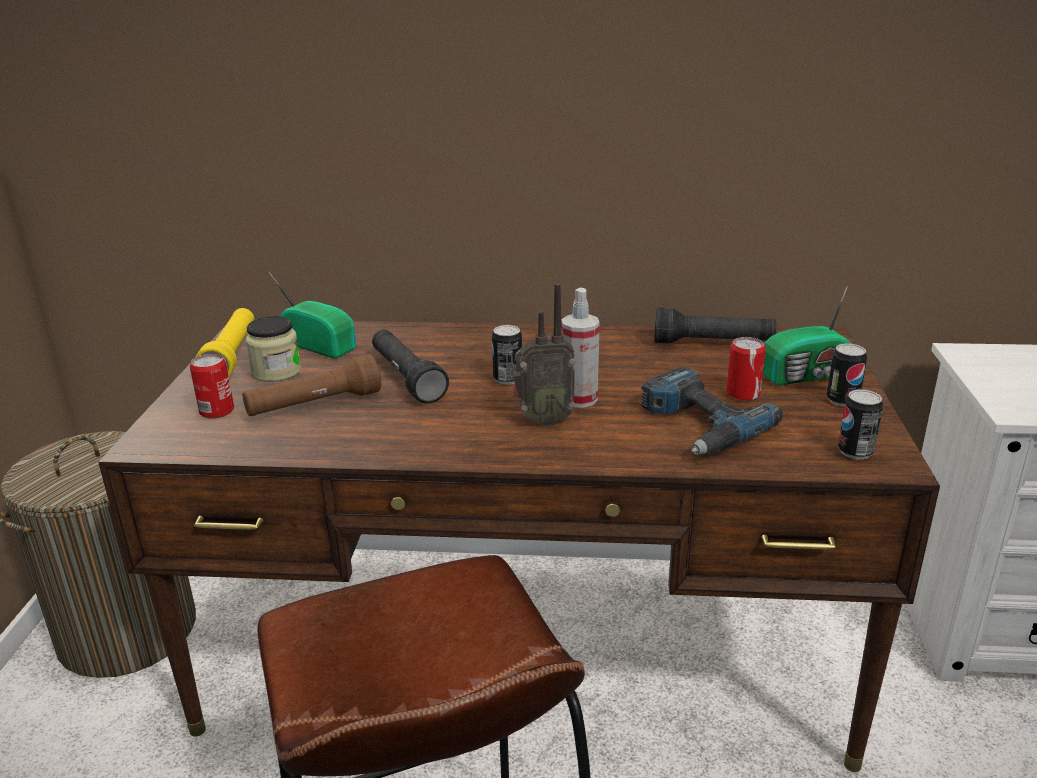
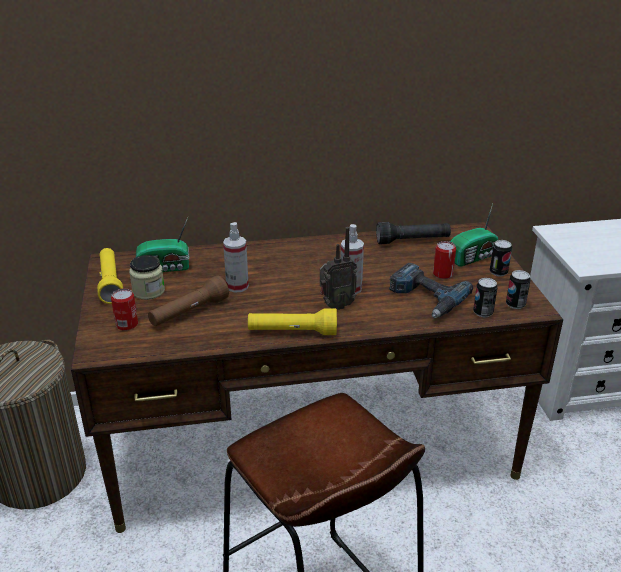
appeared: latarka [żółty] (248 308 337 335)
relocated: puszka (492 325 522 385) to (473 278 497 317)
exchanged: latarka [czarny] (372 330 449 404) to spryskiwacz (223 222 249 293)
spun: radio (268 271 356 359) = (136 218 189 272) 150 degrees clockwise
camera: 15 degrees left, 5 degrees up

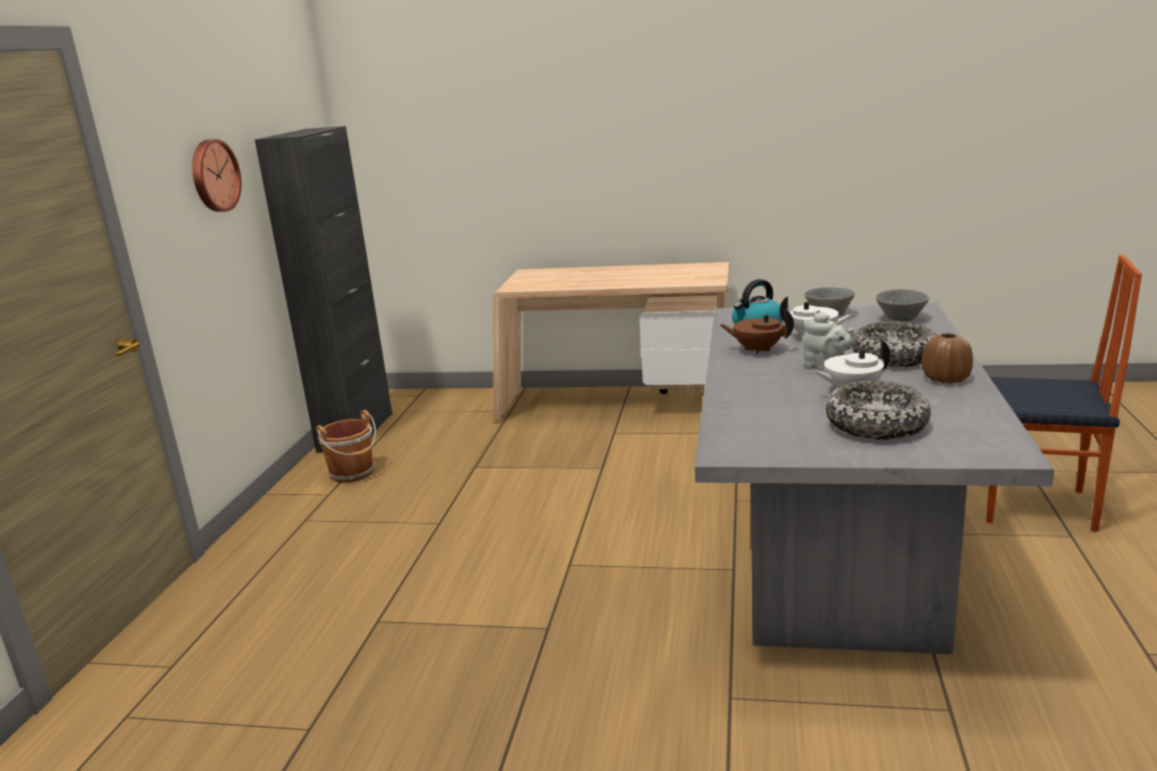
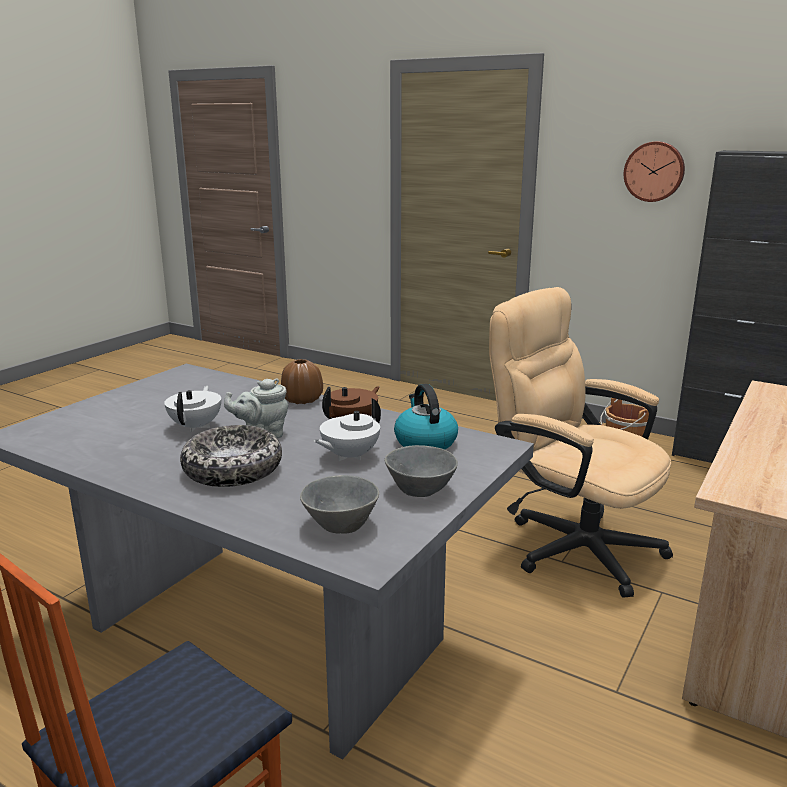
missing: miska (826 381 931 440)
appeared: krzesło biurowe [beżowy] (489 287 673 597)
relocated: wazon [brązowy] (921 333 973 384) to (281 359 323 404)
camera: 110 degrees right, 0 degrees up

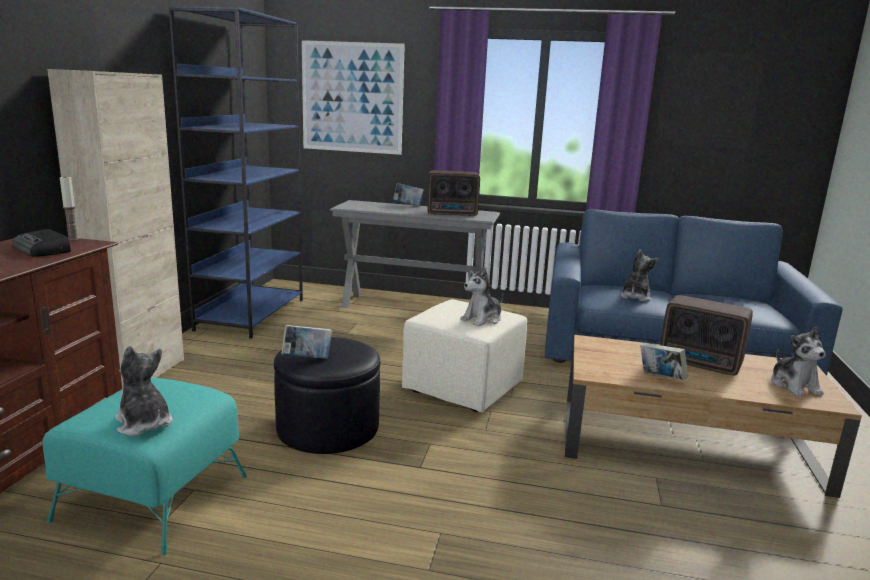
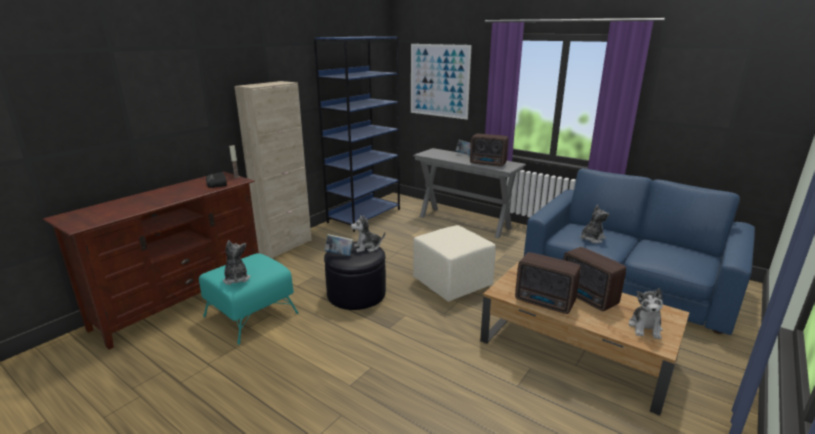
relocated: pluszak (460 267 503 326) to (351 215 385 252)
exchanged: książka (640 343 688 380) to radio (515 252 581 314)
camera: 25 degrees right, 5 degrees up

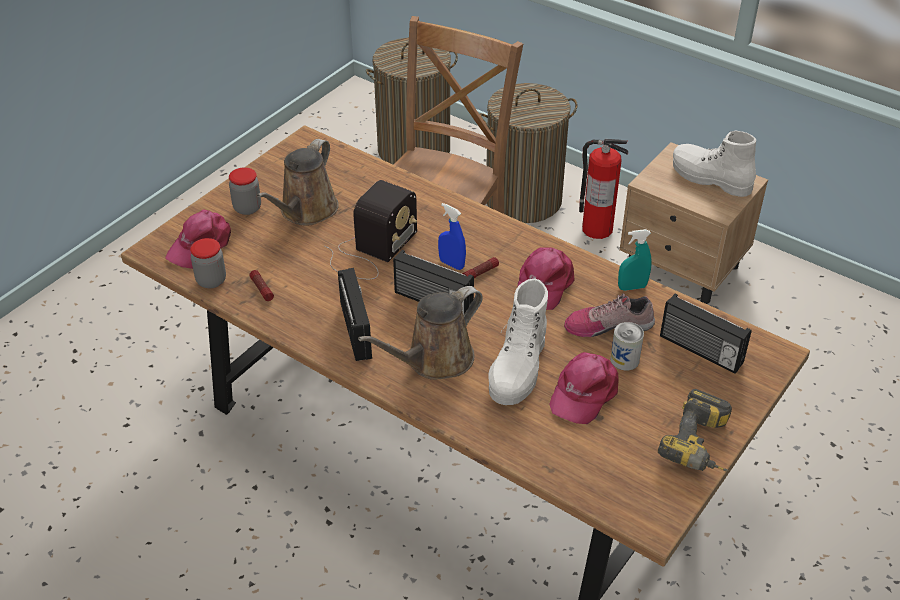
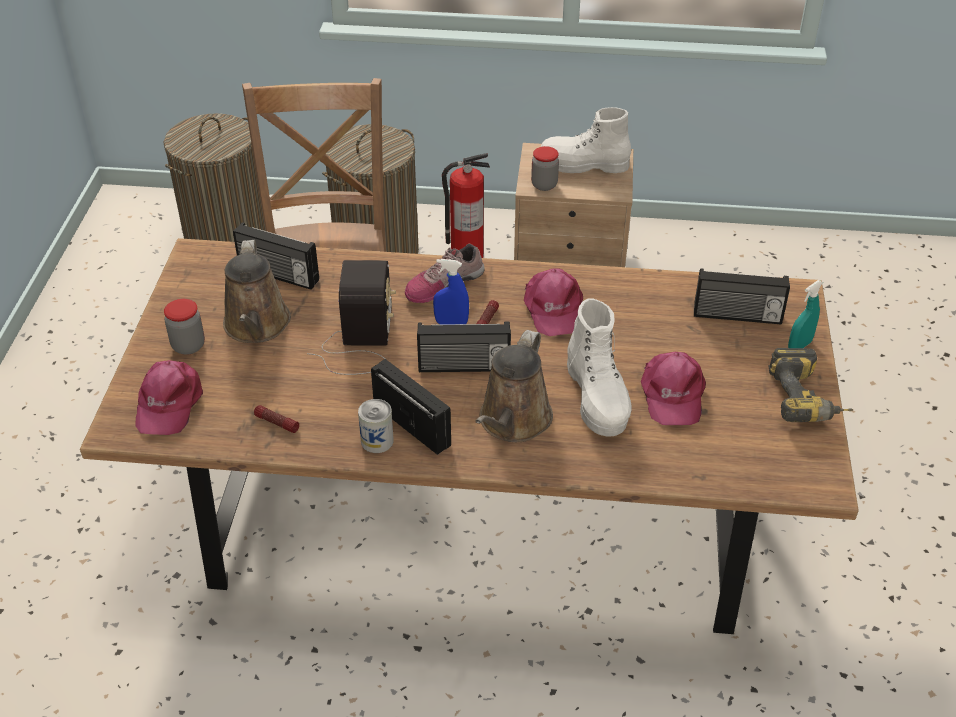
appeared: radio (233 222 319 290)
relocated: słoik (190 238 226 288) to (531 146 559 191); but (564 294 655 337) to (405 244 485 303); puszka (610 322 644 371) to (358 399 394 453); spryskiwacz [turkusowy] (618 229 652 291) to (788 280 823 348)
camera: 30 degrees left, 0 degrees up

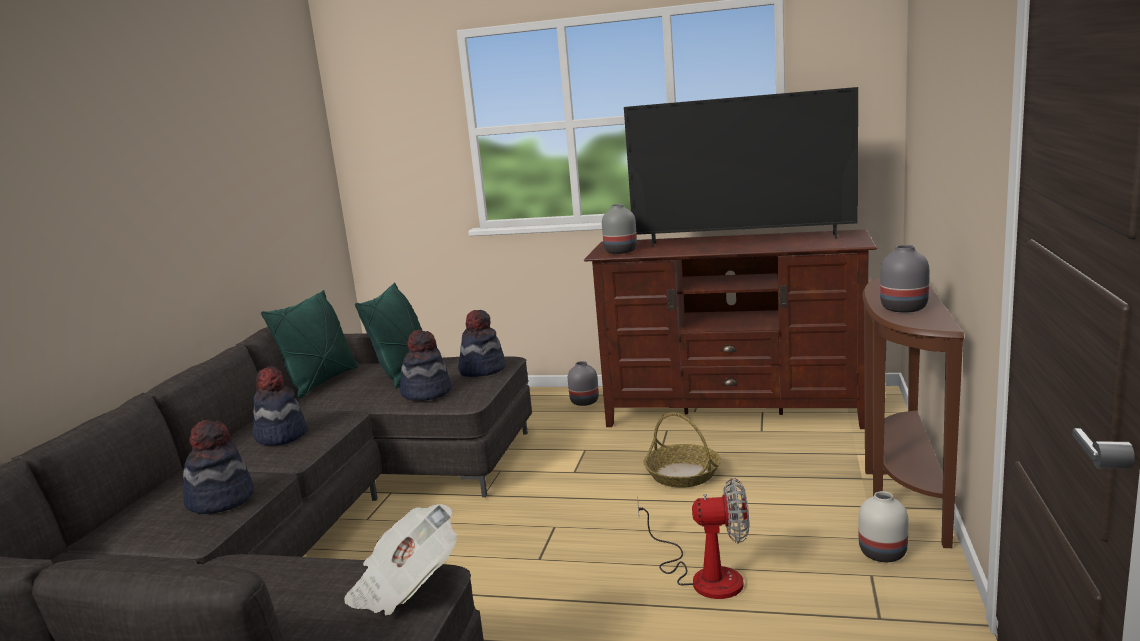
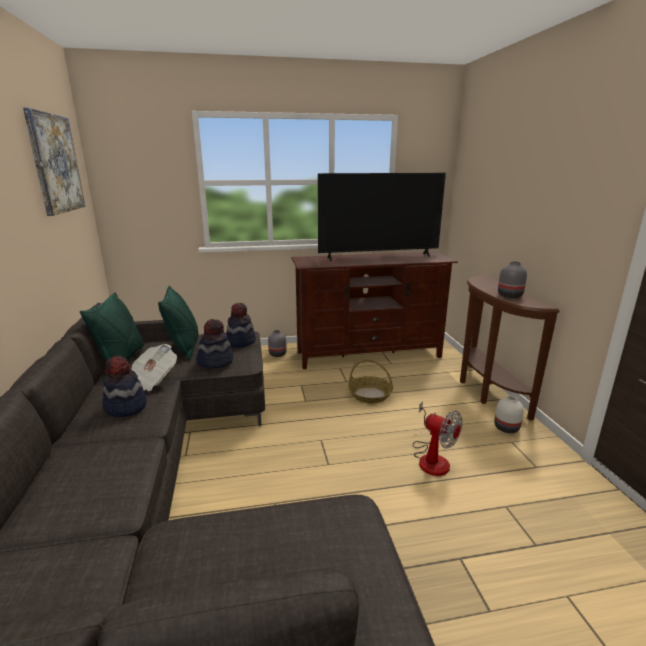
missing: kapelusz (183 420 254 514); wazon [szary] (602 204 637 254)
appeared: obraz (23 108 85 216)
relocated: gazeta (344 504 457 615) to (131 344 177 391)
spun: wentylator (637 478 749 599) = (413 401 463 476) 60 degrees clockwise
camera: 25 degrees left, 5 degrees up

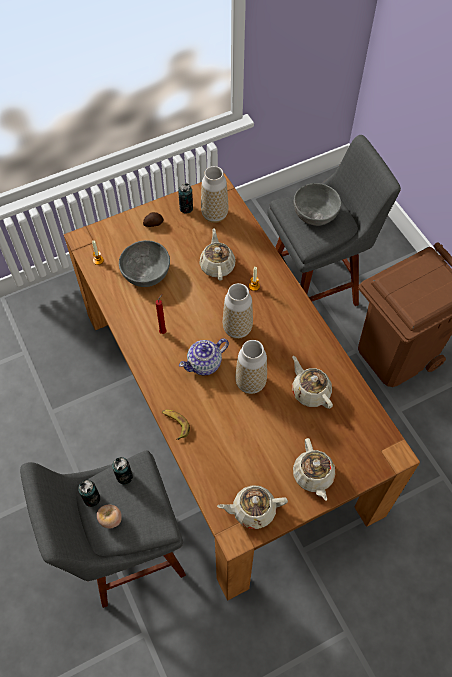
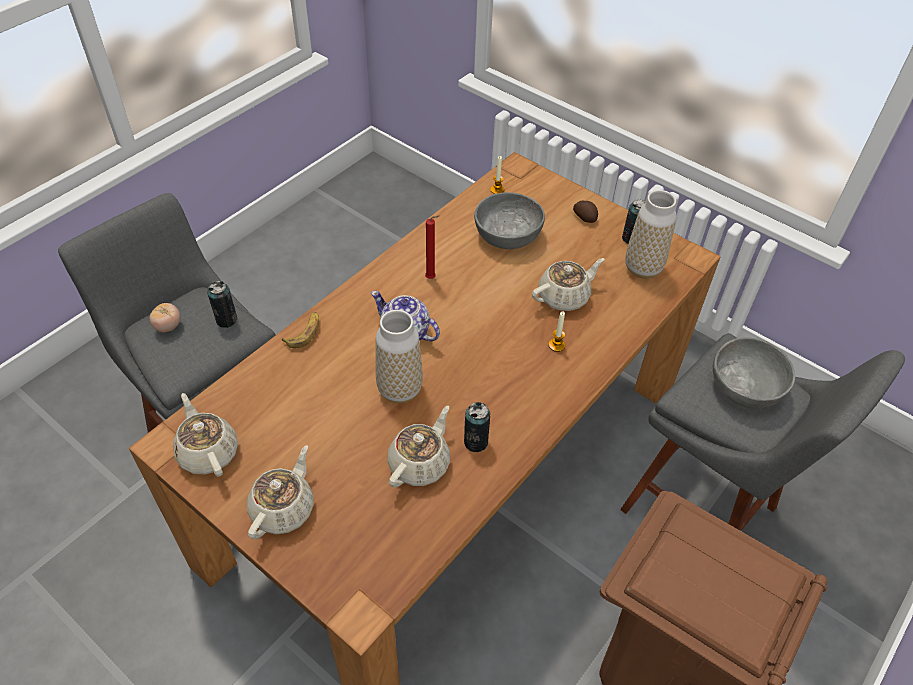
missing: wazon (223 283 253 339)
relocated: puszka (78 480 100 507) to (464 402 491 452)
spun: imbryk [beżowy] (293 438 336 501) = (247 445 314 539) 150 degrees clockwise
camera: 65 degrees right, 10 degrees down

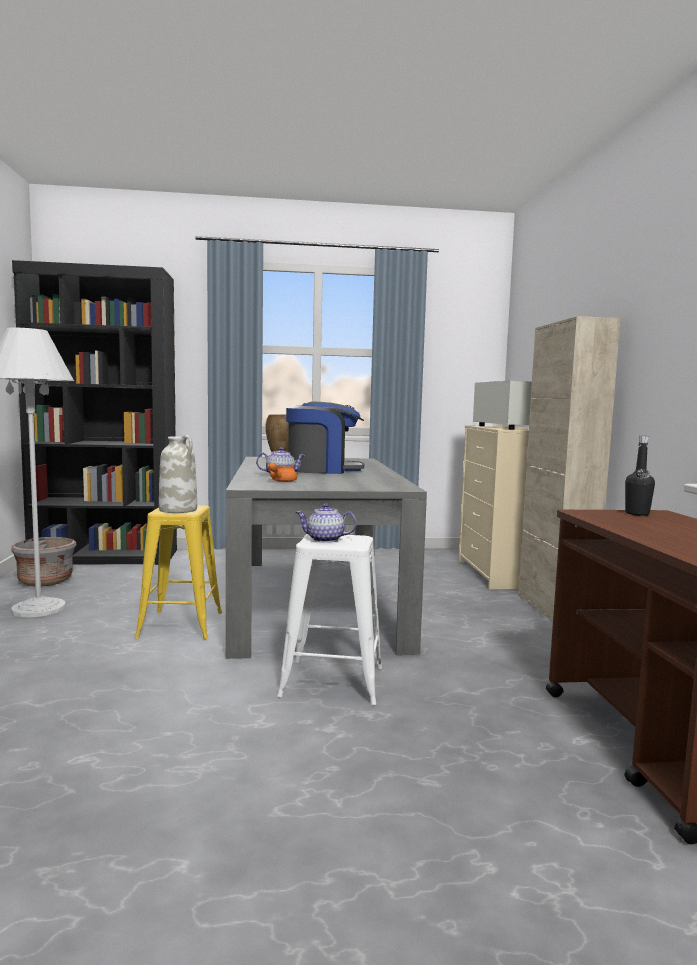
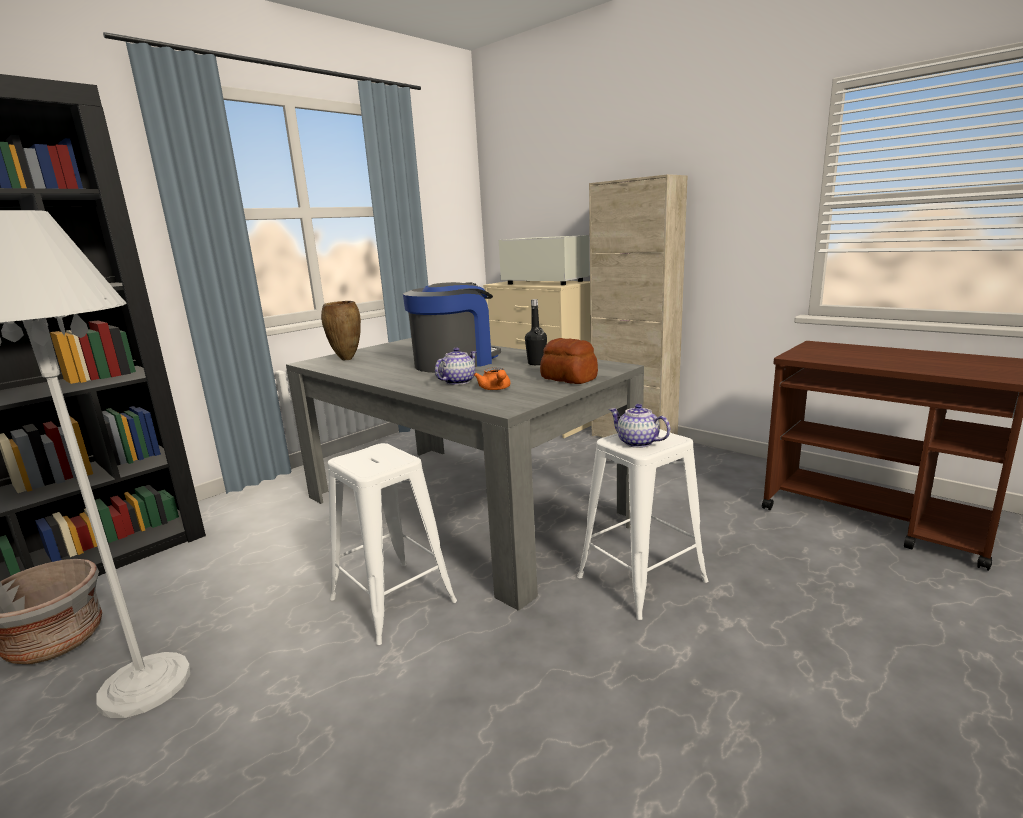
missing: wazon [biały] (159 435 197 513)
appeared: chleb (540 338 598 384)
relocated: butelka [czarny] (625 436 655 516) to (525 299 547 365)
colour: stołek [żółty] (135 505 222 640) to stołek [biały] (328 443 457 645)
spun: imbryk (296 503 357 543) = (609 404 671 448) 75 degrees clockwise
camera: 40 degrees left, 10 degrees up

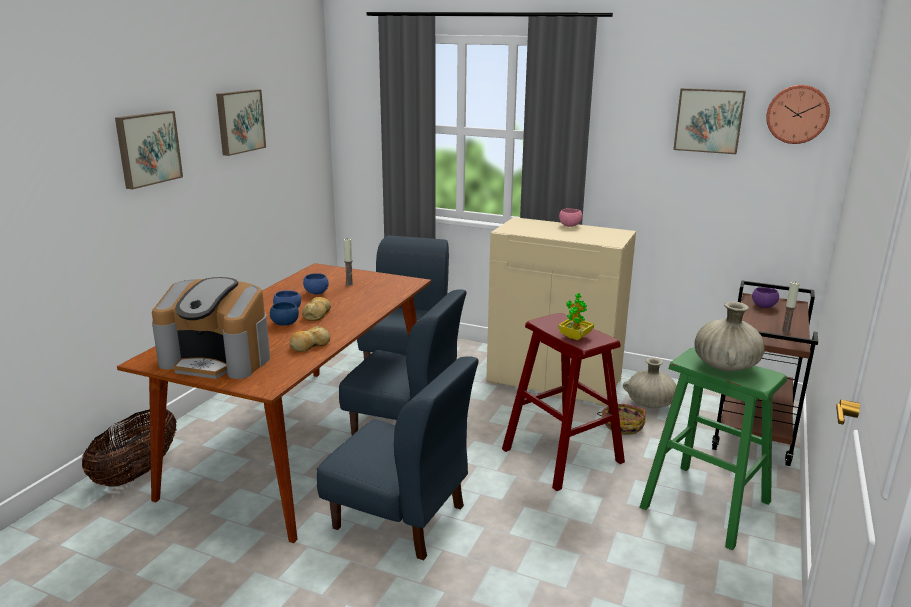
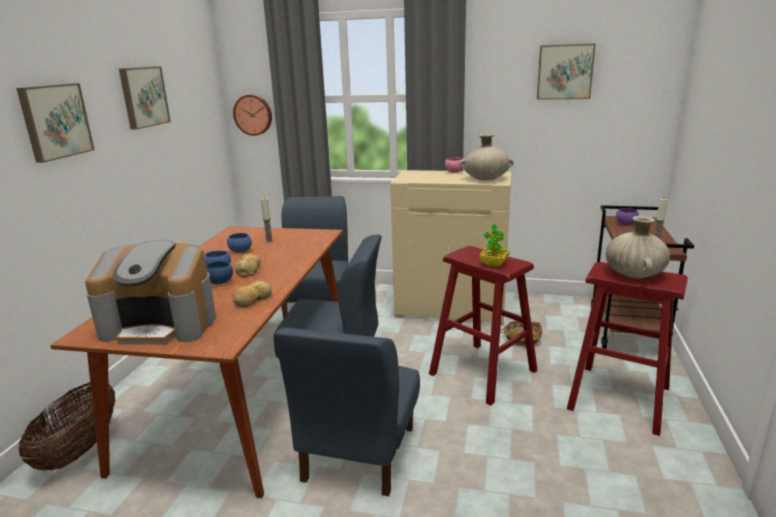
relocated: wazon [beżowy] (623 357 677 408) to (460 133 514 180); zegar ścienny (766 85 830 144) to (233 94 272 136)
colour: stołek [zielony] (640 348 787 550) to stołek [czerwony] (567 262 688 436)
spun: krzesło [niebieski] (316 356 479 560) = (275 327 420 496) 90 degrees clockwise
camera: 10 degrees left, 0 degrees up

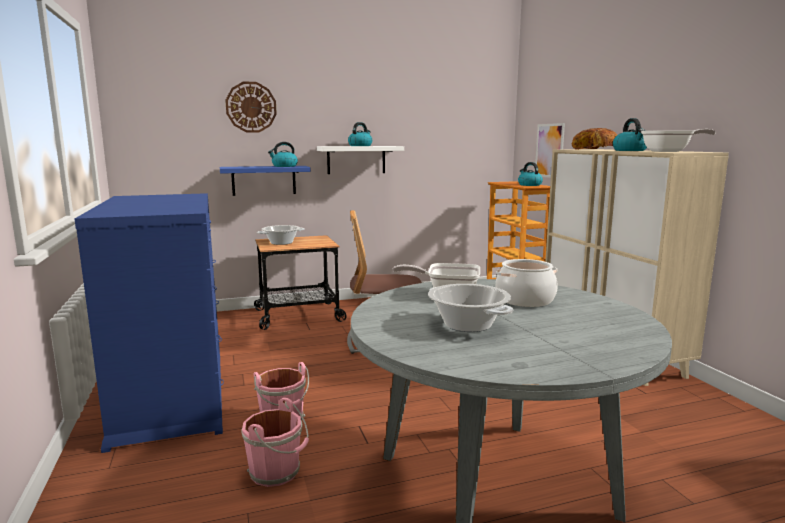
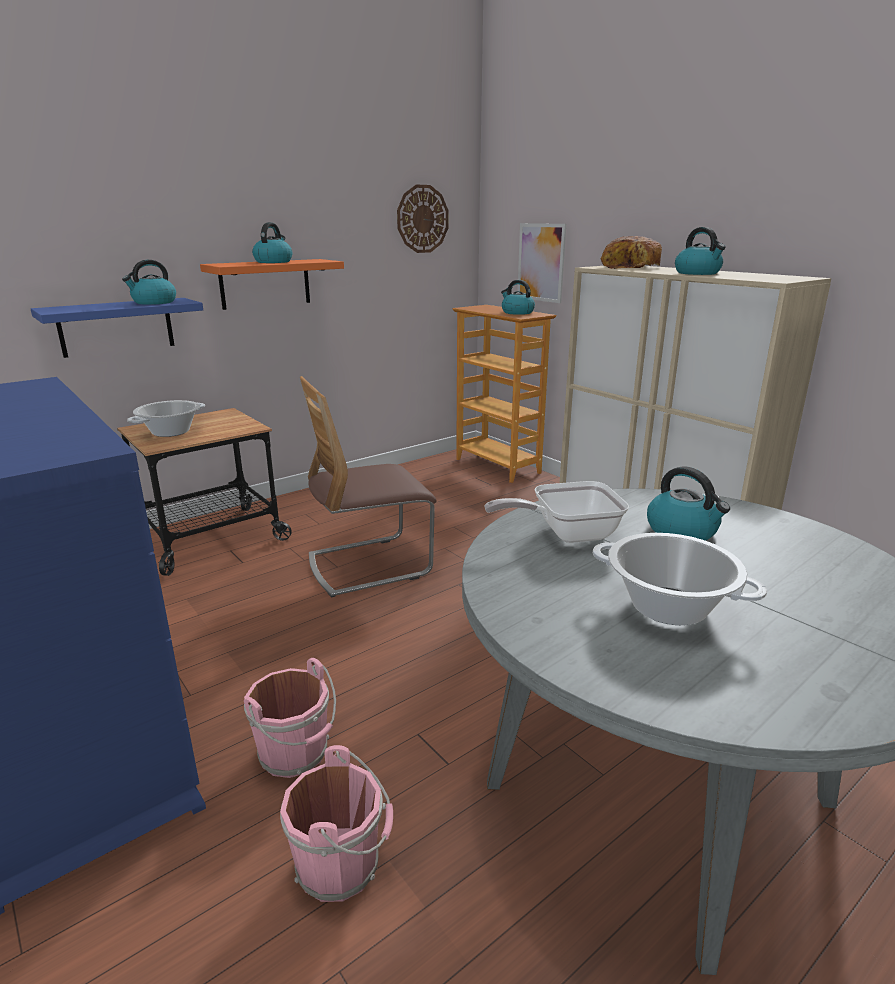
missing: patelnia (641 129 716 152)
relocated: zegar ścienny (225 81 277 132) to (397 185 448 253)
exchanged: garnek (496 259 558 307) to czajnik (647 466 730 541)
colour: półka [biały] (317 146 404 174) to półka [pomarańczowy] (200 259 344 310)
camera: 20 degrees left, 10 degrees up

